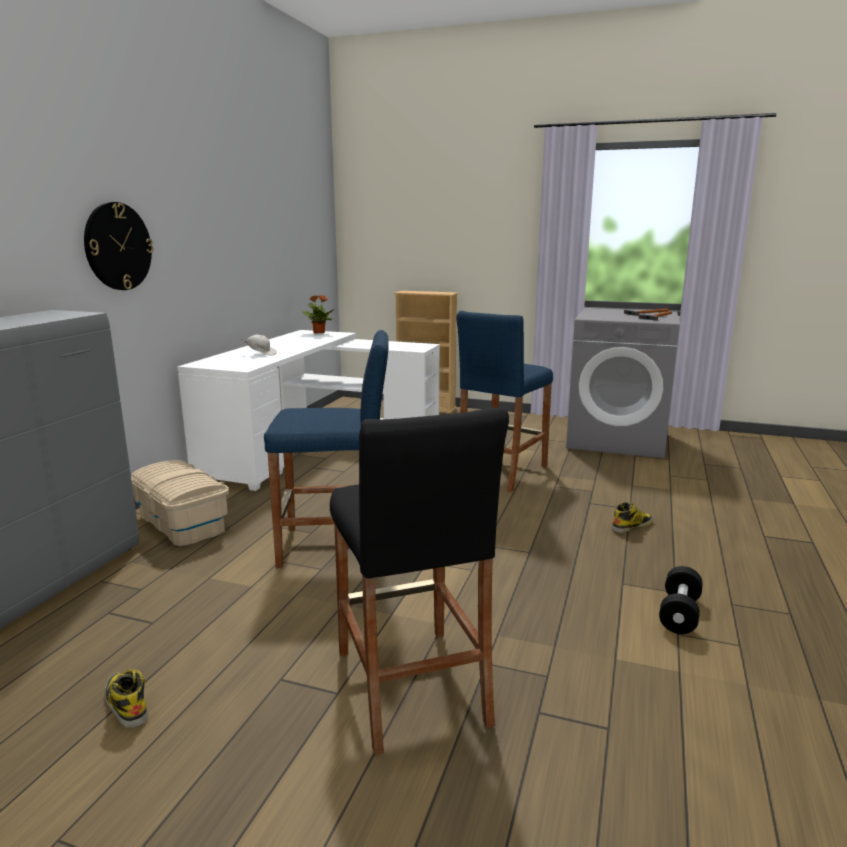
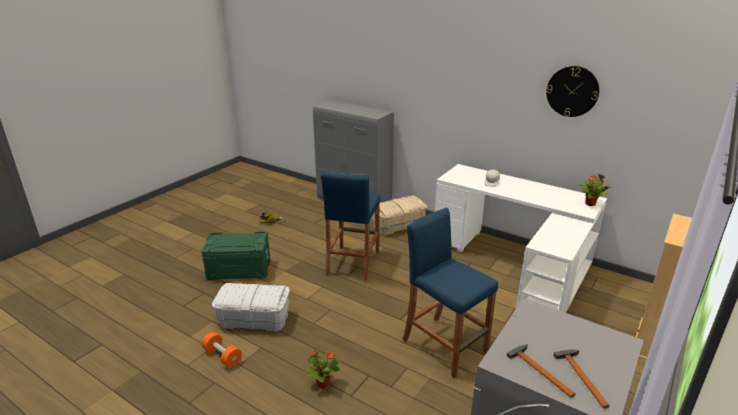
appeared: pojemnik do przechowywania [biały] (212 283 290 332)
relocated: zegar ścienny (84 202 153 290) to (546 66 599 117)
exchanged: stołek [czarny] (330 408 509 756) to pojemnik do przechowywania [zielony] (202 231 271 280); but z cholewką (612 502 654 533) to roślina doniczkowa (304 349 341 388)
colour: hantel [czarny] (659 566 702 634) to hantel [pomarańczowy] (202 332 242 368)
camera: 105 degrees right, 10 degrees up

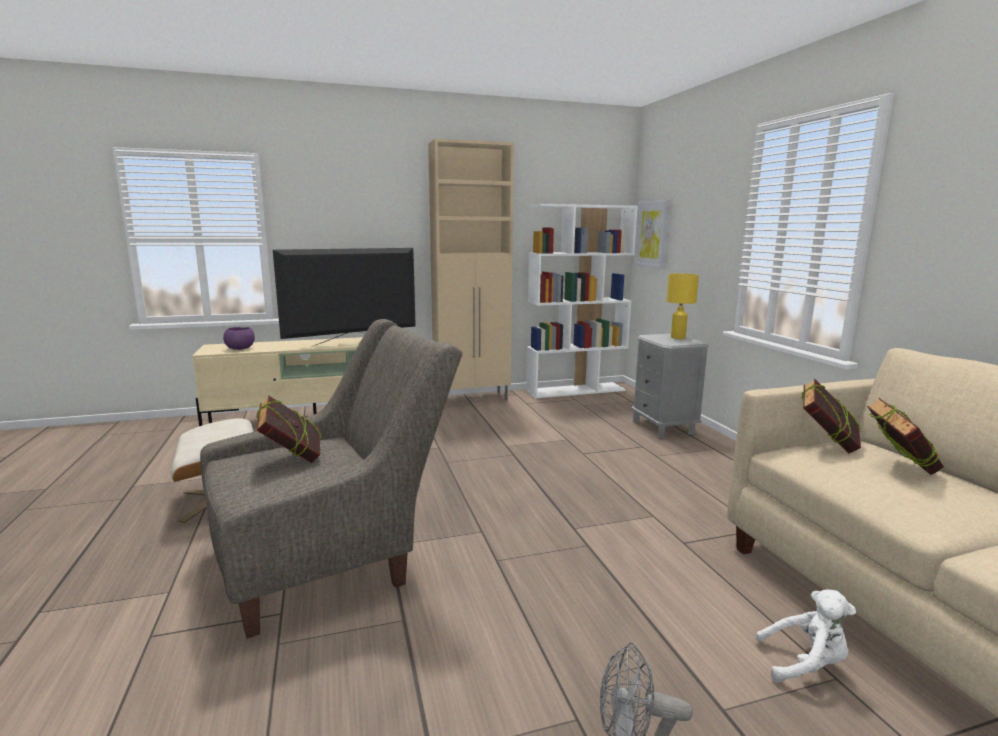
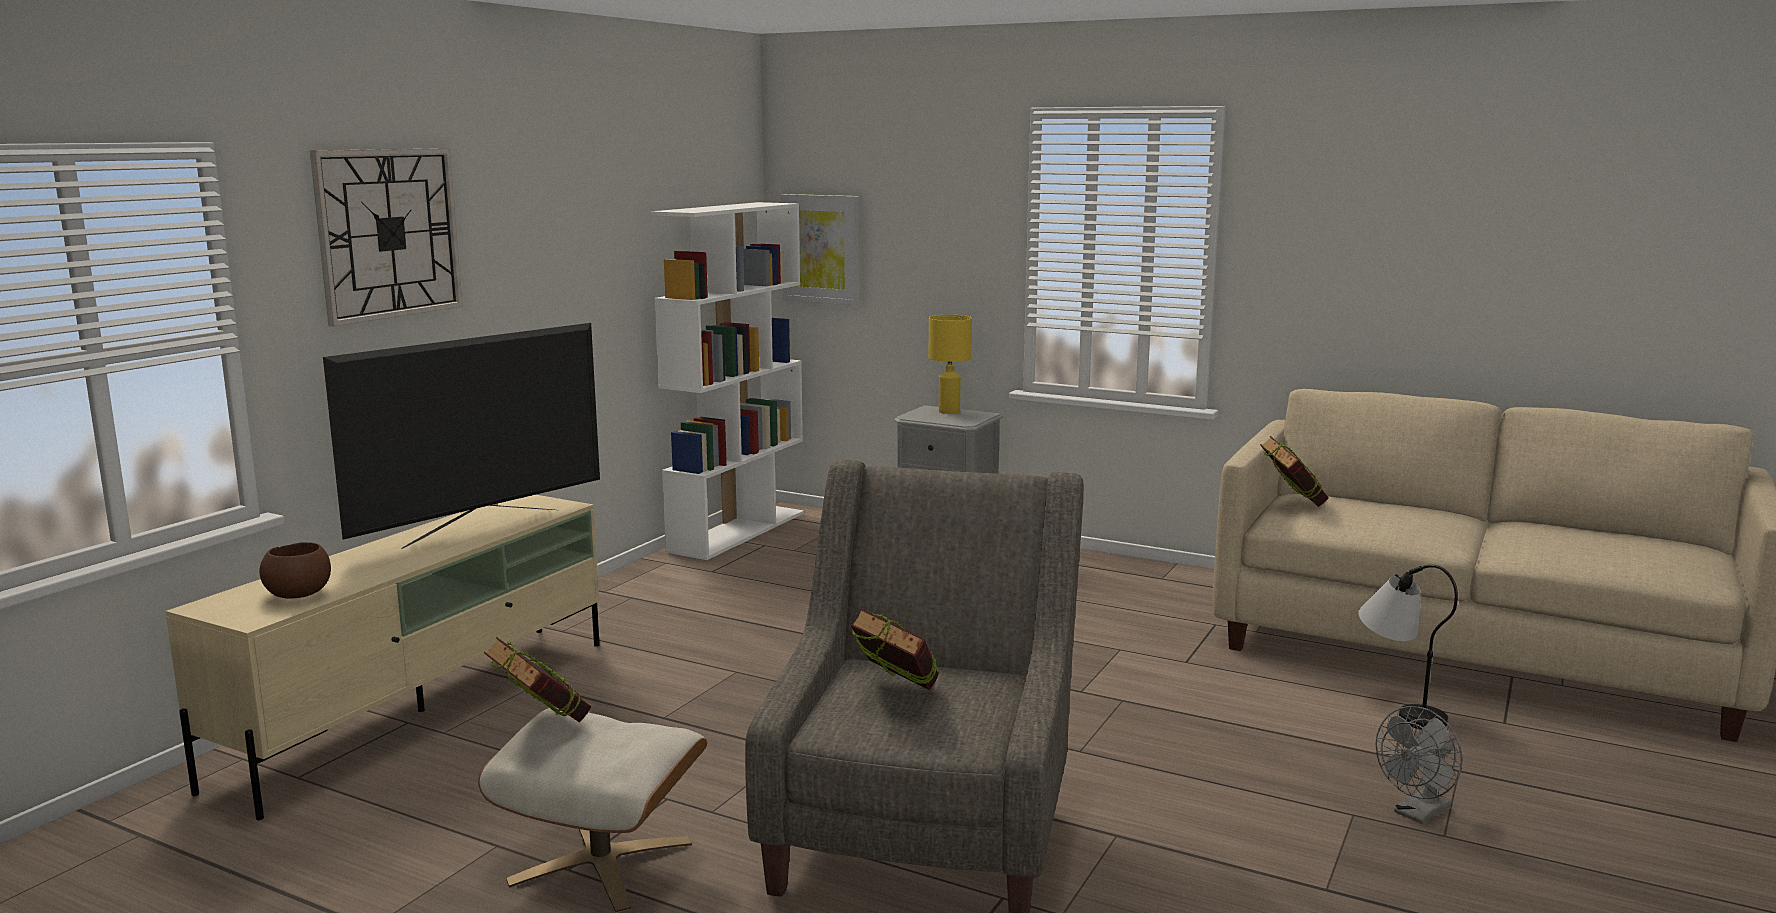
missing: szafka [beżowy] (428 138 514 400)
appeared: zegar ścienny (310 148 463 327)
relocated: książka (867 398 944 475) to (484 637 592 722)
exchanged: pluszak [biały] (755 590 856 683) to lampa stołowa (1358 565 1458 730)
colour: miska [fioletowy] (223 327 255 350) to miska [brązowy] (259 542 331 599)
spun: telewizor (273 248 416 347) = (323 323 600 549) 150 degrees counterclockwise
camera: 45 degrees left, 0 degrees up

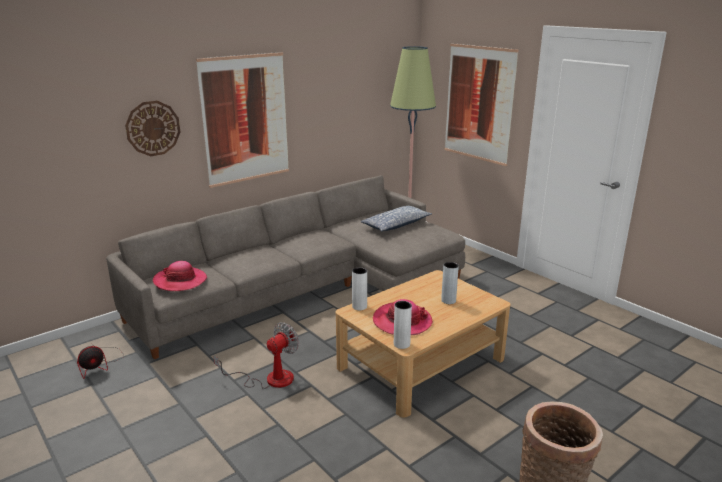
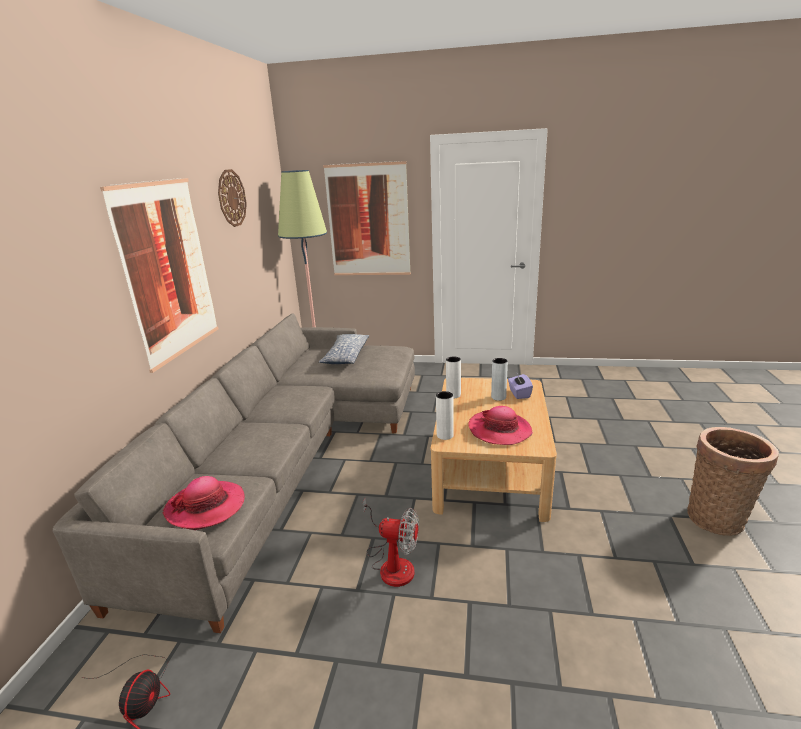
appeared: pudełko chusteczek [fioletowy] (508 372 533 399)
relocated: zegar ścienny (125 101 180 156) to (218 169 247 227); wazon [biały] (394 301 412 349) to (446 356 461 398)
spun: wentylator (213 322 299 389) = (363 497 419 587) 105 degrees clockwise
camera: 40 degrees left, 0 degrees up

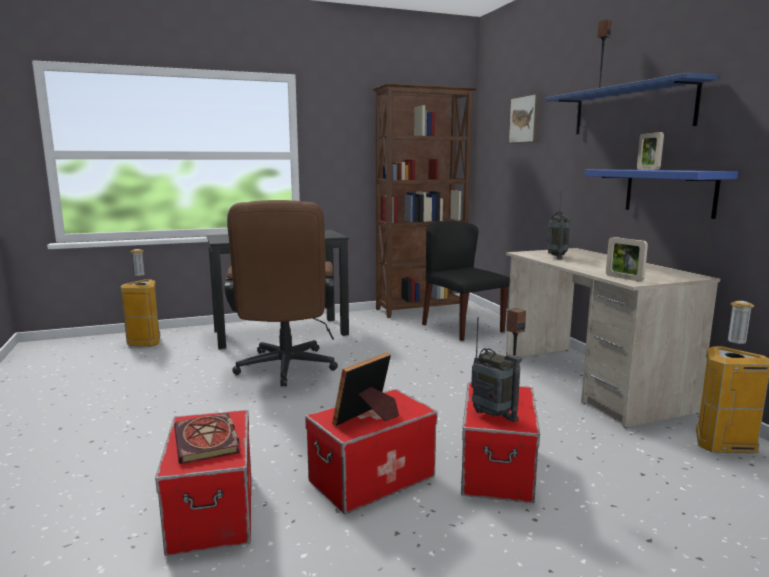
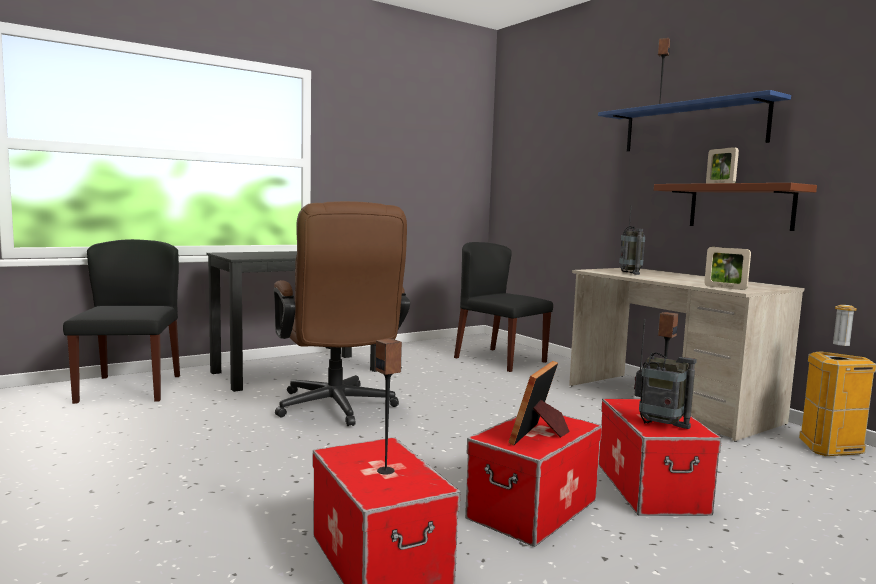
missing: regał [brązowy] (372 84 477 318); obraz (508 93 541 144)
exchanged: kosz na śmieci (121 249 160 347) to krzesło [czarny] (63 239 180 404); książka (174 413 240 464) to głośnik (375 339 402 475)
colour: półka [niebieski] (584 169 738 219) to półka [brązowy] (654 183 817 231)
camera: 15 degrees left, 5 degrees down

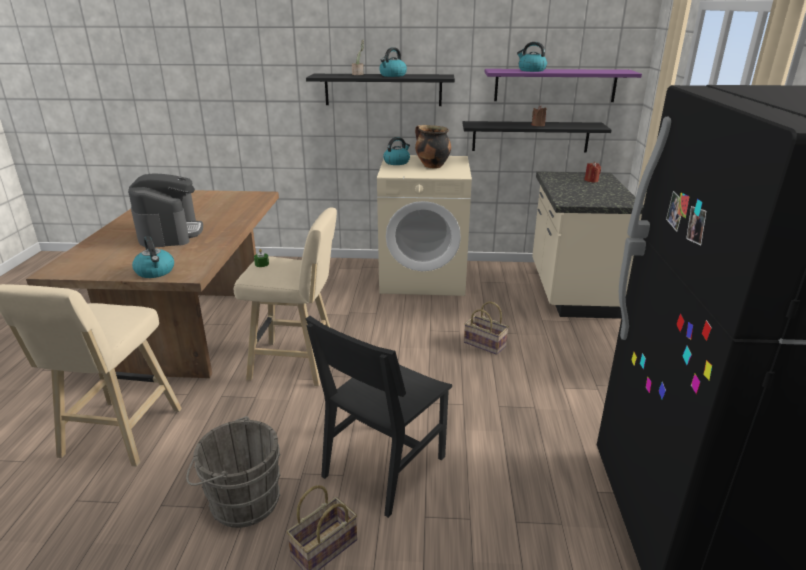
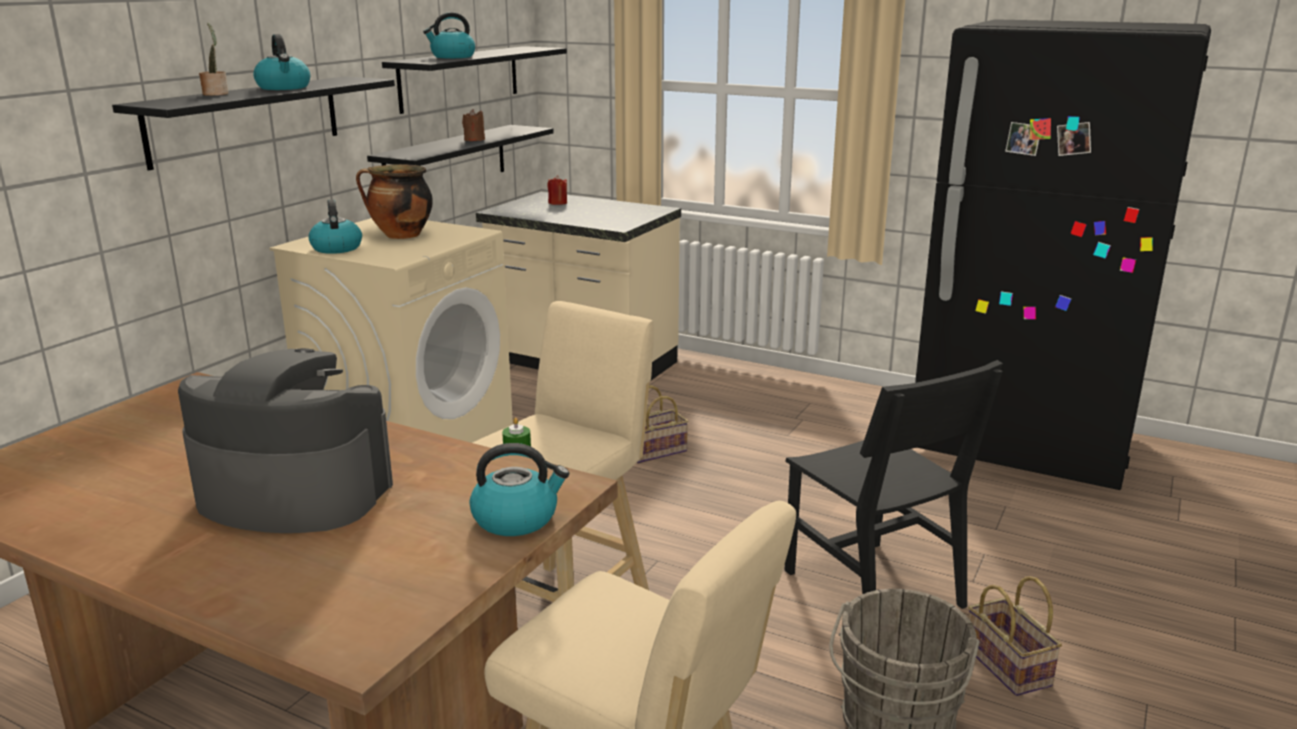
colour: półka [fioletowy] (485 69 642 102) to półka [czarny] (382 46 567 114)
camera: 65 degrees left, 5 degrees down

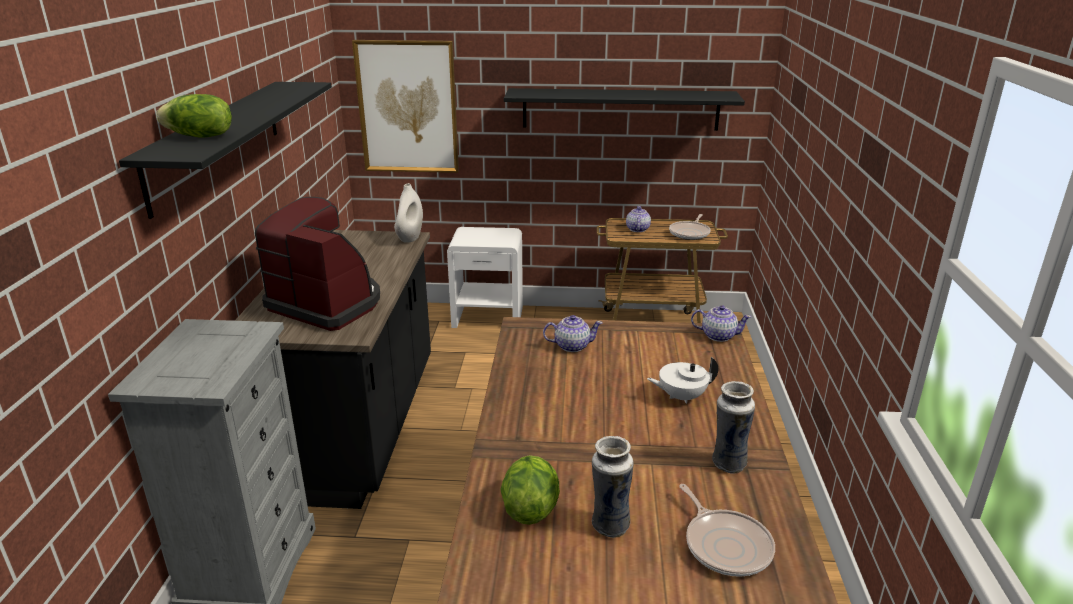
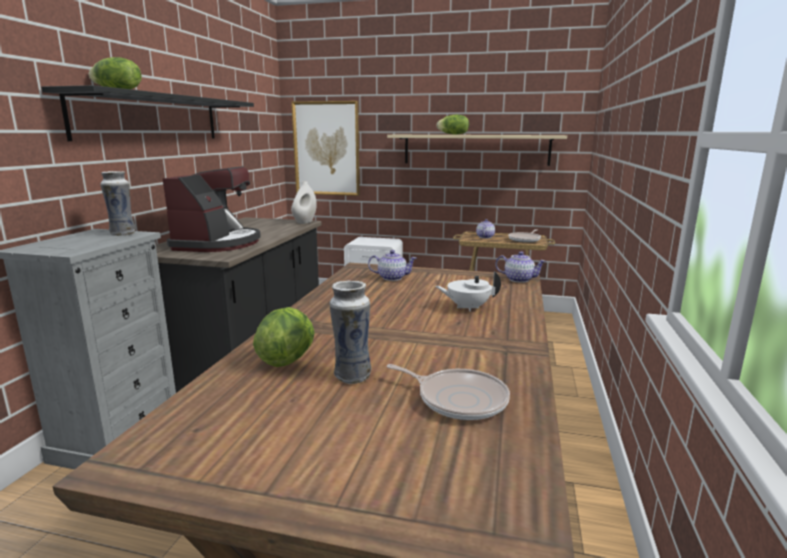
appeared: sałata (436 115 469 135)
relocated: wazon (712 381 755 473) to (101 171 136 236)
colour: półka [czarny] (504 88 745 131) to półka [beżowy] (387 135 567 166)
spun: ekspres do kawy (255 197 380 331) = (163 166 261 252) 60 degrees clockwise; patelnia (679 484 775 577) = (387 364 510 420) 45 degrees counterclockwise
camera: 10 degrees right, 10 degrees down

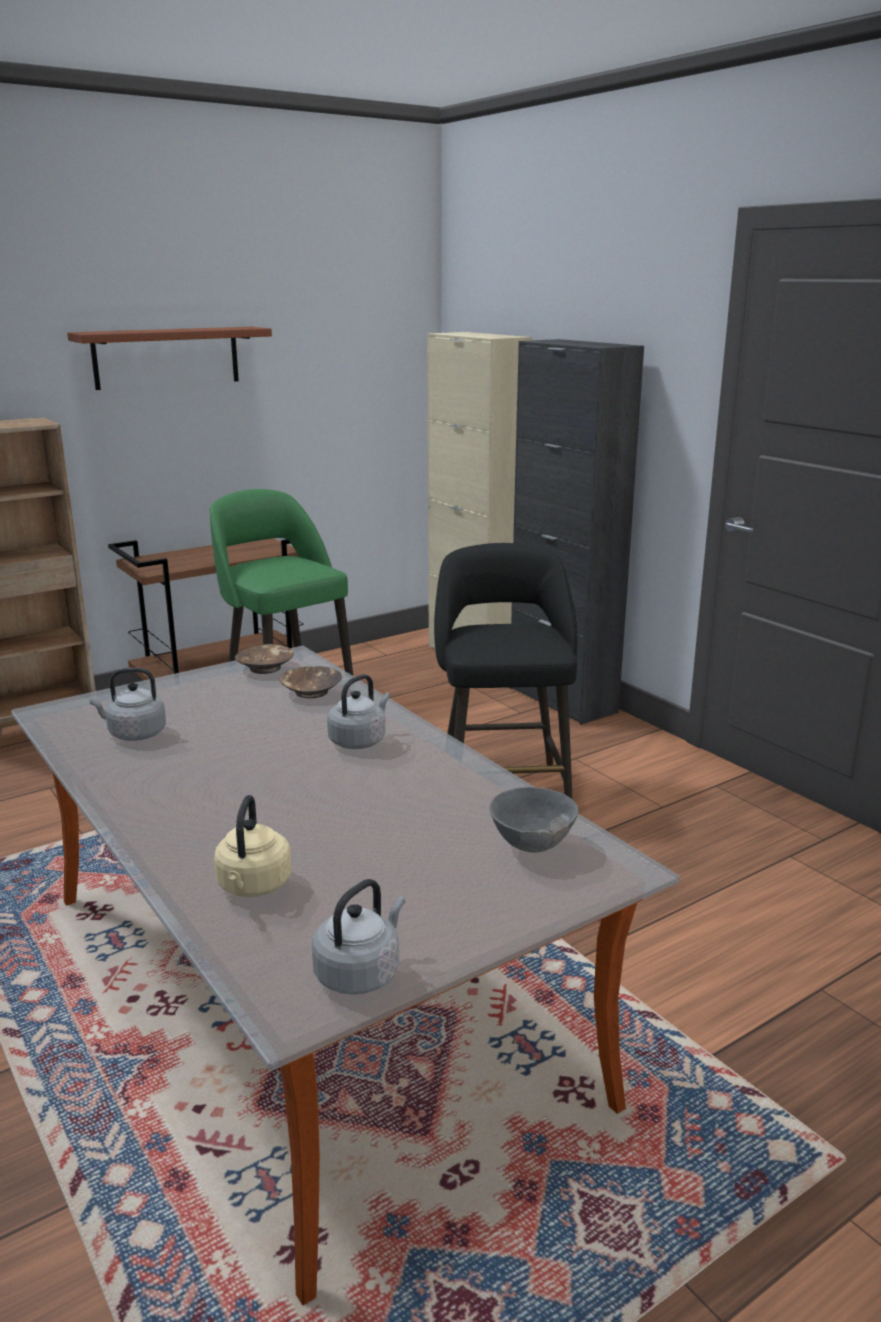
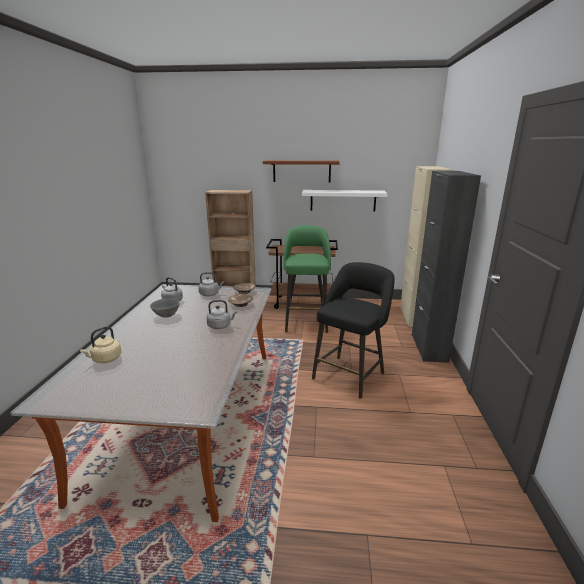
appeared: półka [biały] (302 190 388 212)
relocated: czajnik [szary] (312 879 406 995) to (198 272 224 296); miska [szary] (490 787 579 853) to (150 298 179 318)
camera: 40 degrees right, 0 degrees up

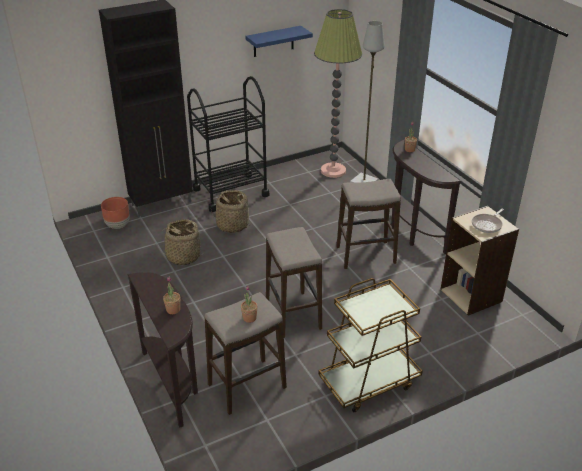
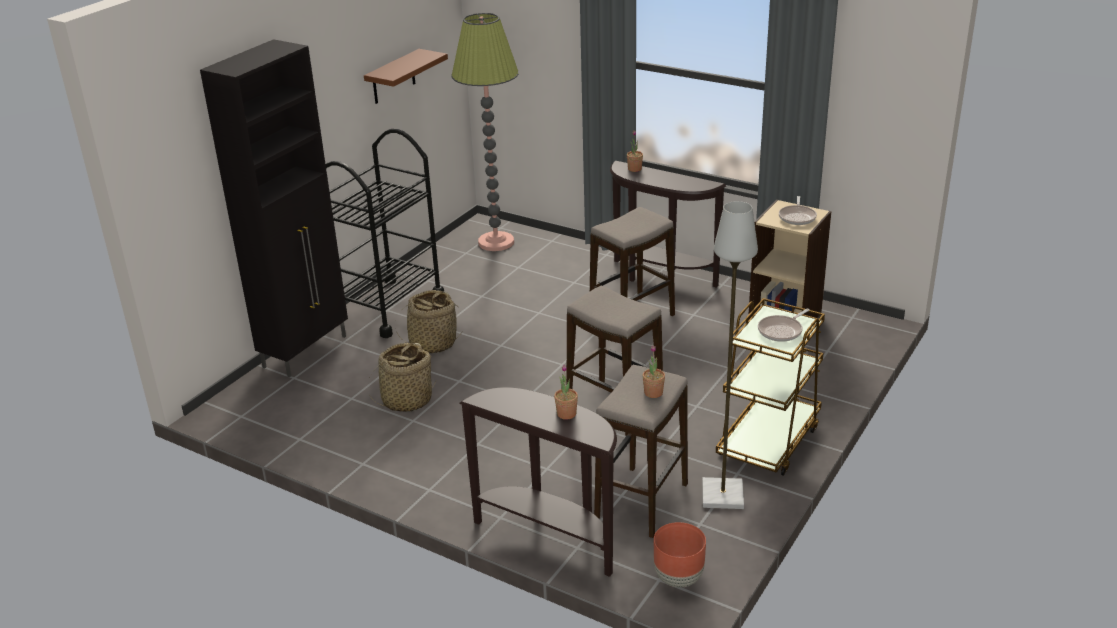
appeared: patelnia (758 309 810 342)
relocated: donica [brązowy] (101 197 130 229) to (654 522 706 588); lampa stojąca [szary] (350 21 385 183) to (702 201 758 509)
colour: półka [niebieski] (245 26 313 57) to półka [brązowy] (364 49 448 104)
camera: 30 degrees left, 5 degrees down

